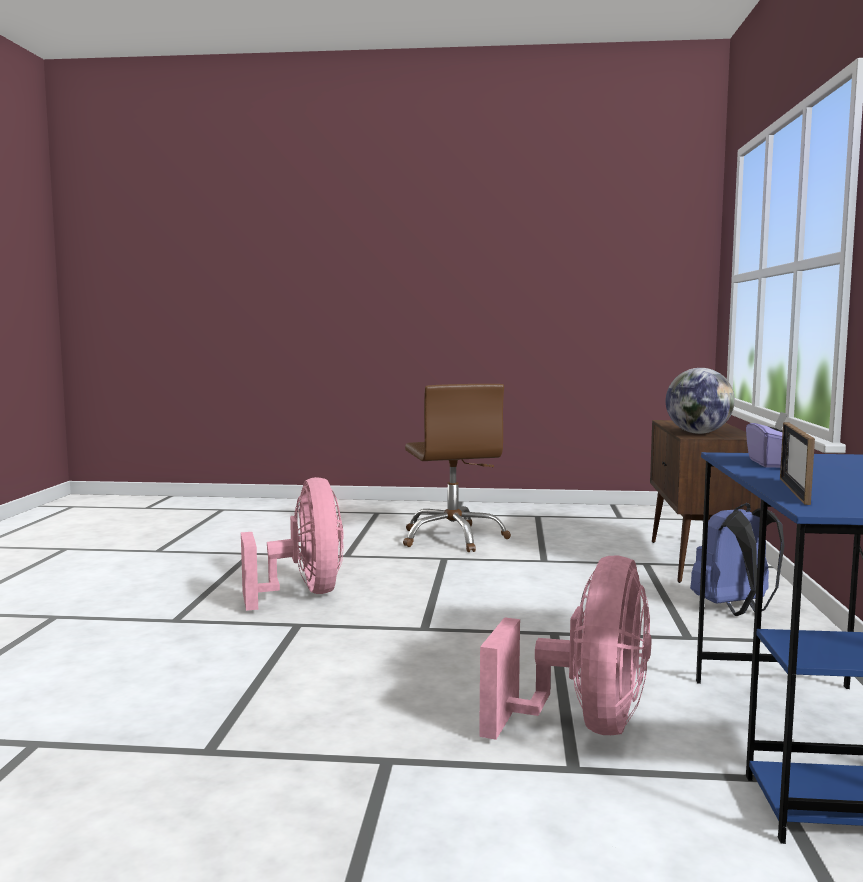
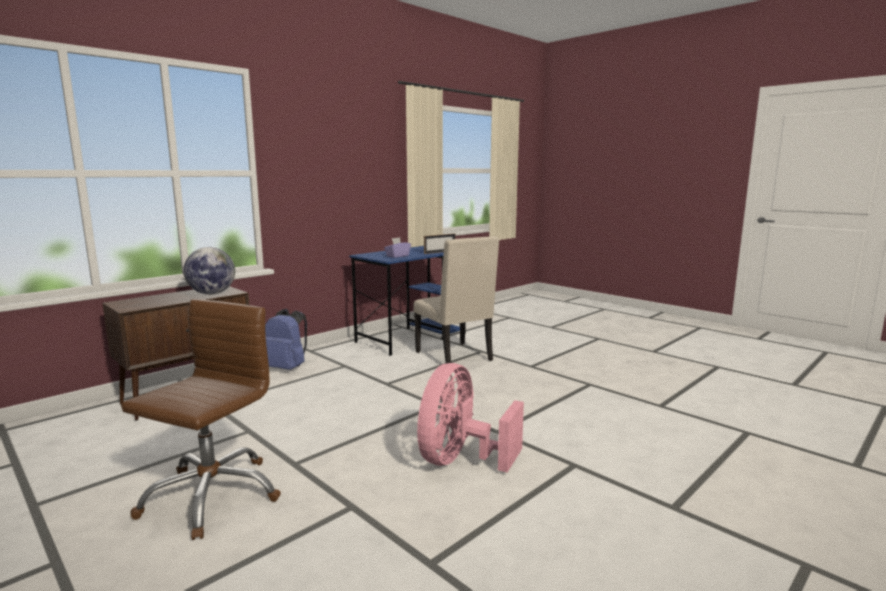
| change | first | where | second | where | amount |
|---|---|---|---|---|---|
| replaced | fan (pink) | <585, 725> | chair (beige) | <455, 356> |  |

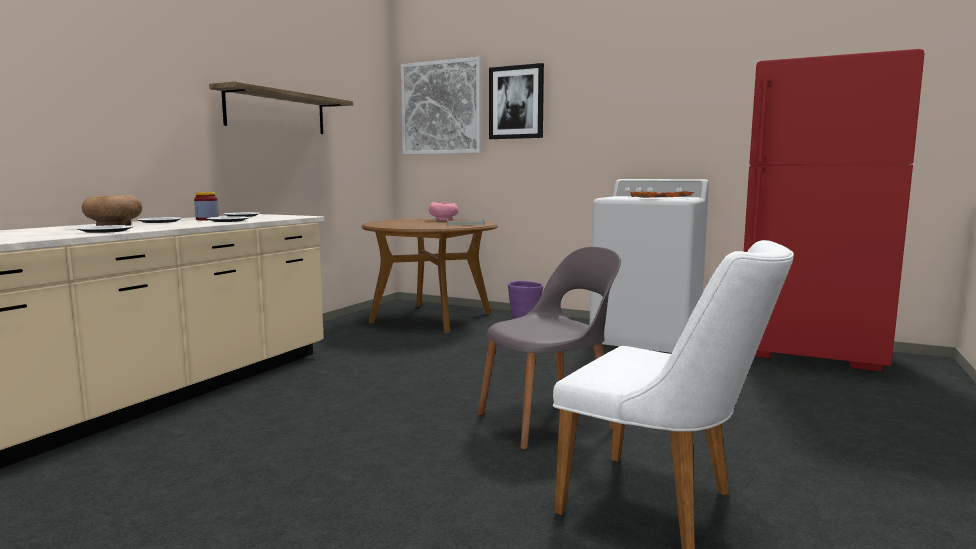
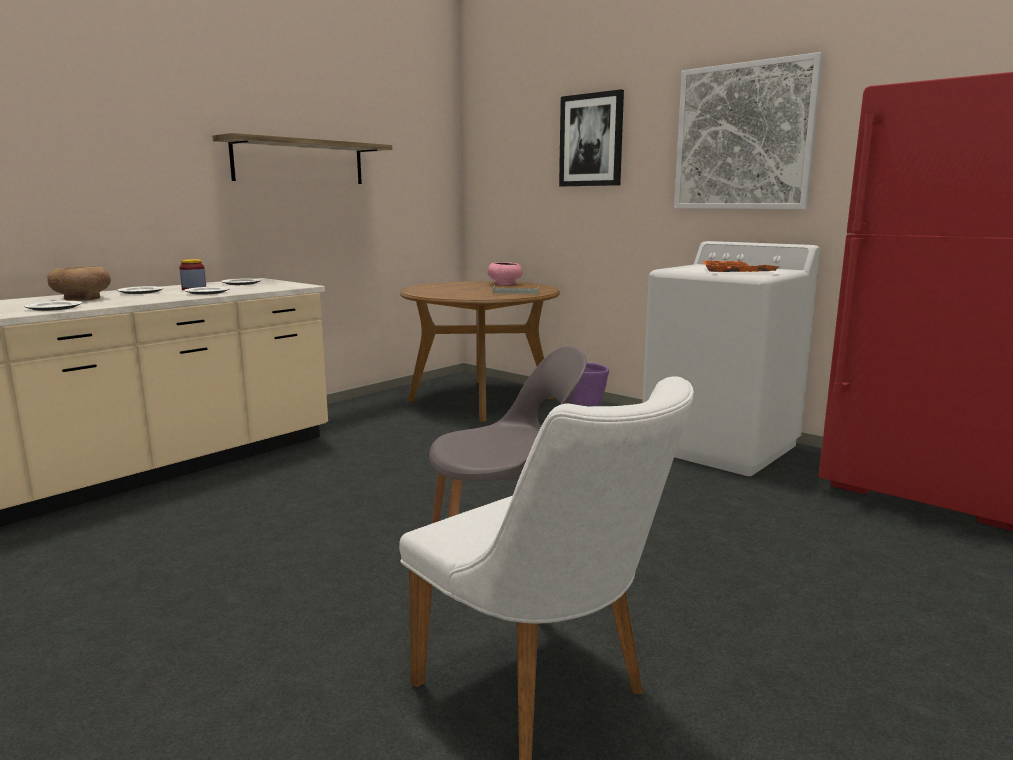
| change | first | where | second | where | amount |
|---|---|---|---|---|---|
| moved | picture | <441, 108> |  | <743, 137> |  |

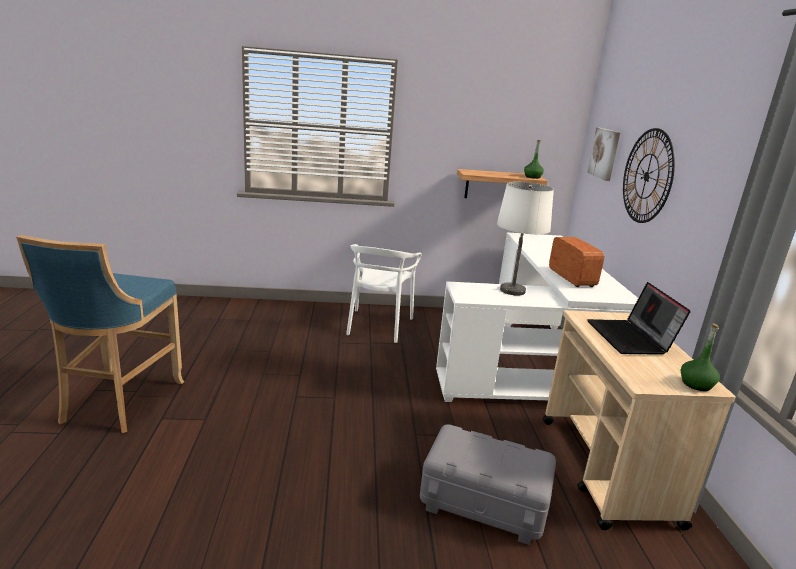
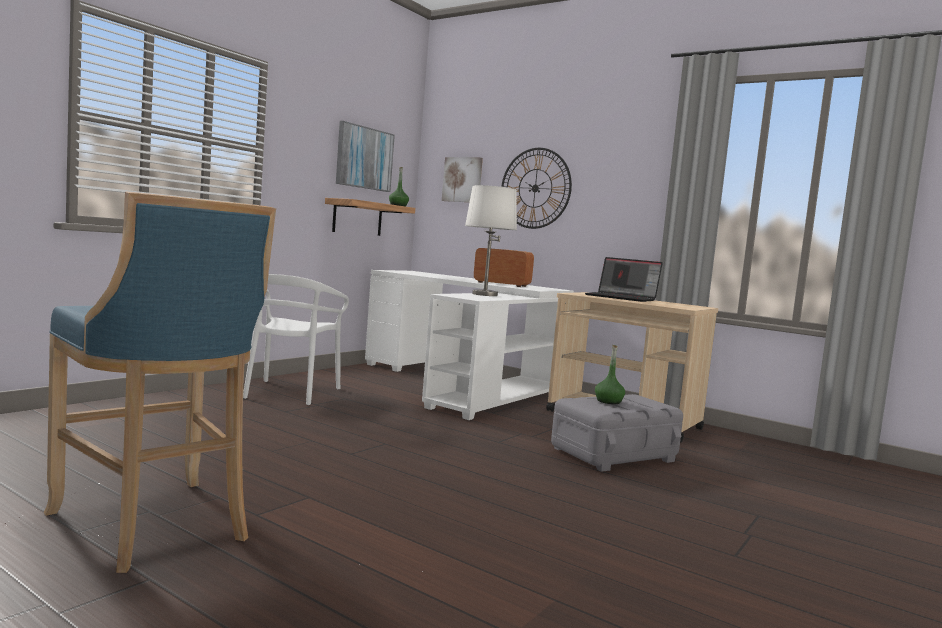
| change | first | where | second | where | amount |
|---|---|---|---|---|---|
| turned | chair (white) | <378, 325> |  | <290, 392> | 45 degrees clockwise |
| moved | bottle (green) | <696, 384> |  | <608, 401> |  |
| added |  |  | picture | <364, 158> |  |

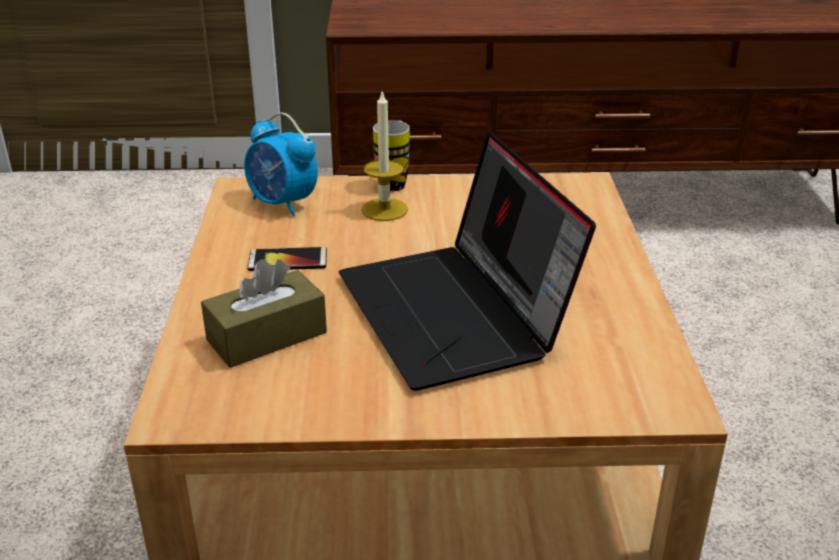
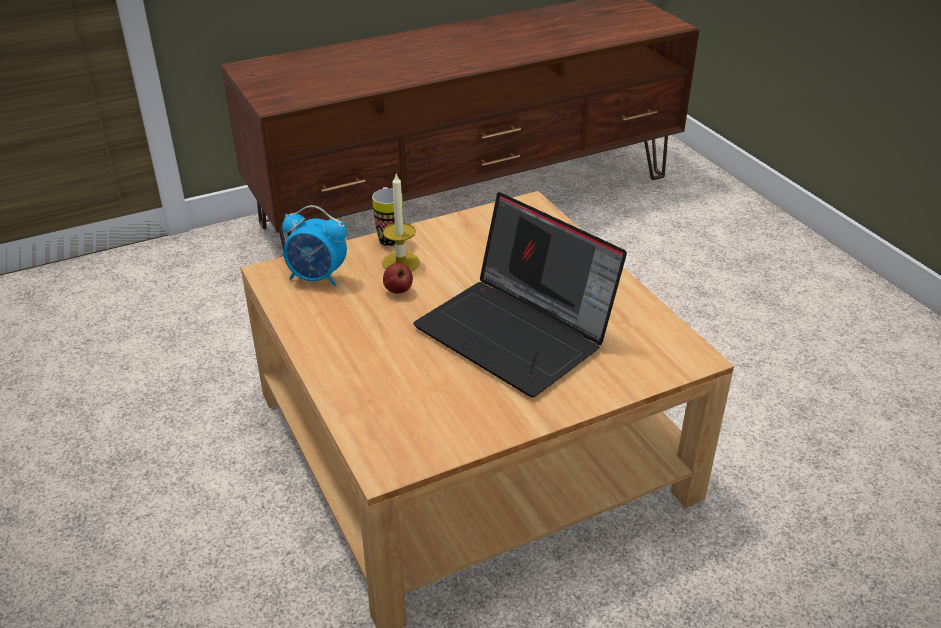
| change | first | where | second | where | amount |
|---|---|---|---|---|---|
| removed | tissue box (brown) | <267, 336> |  |  |  |
| removed | phone | <287, 260> |  |  |  |
| added |  |  | apple | <398, 290> |  |

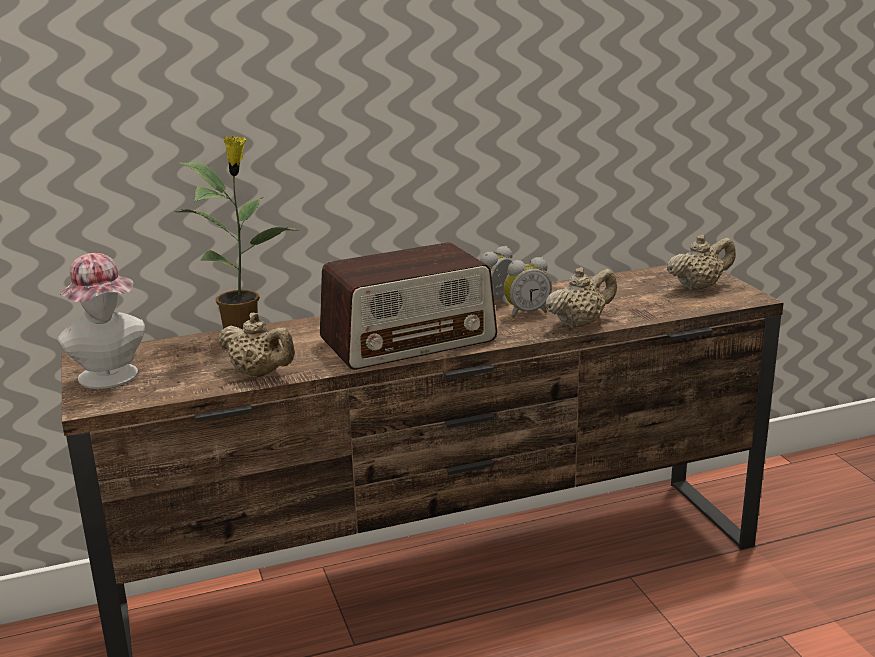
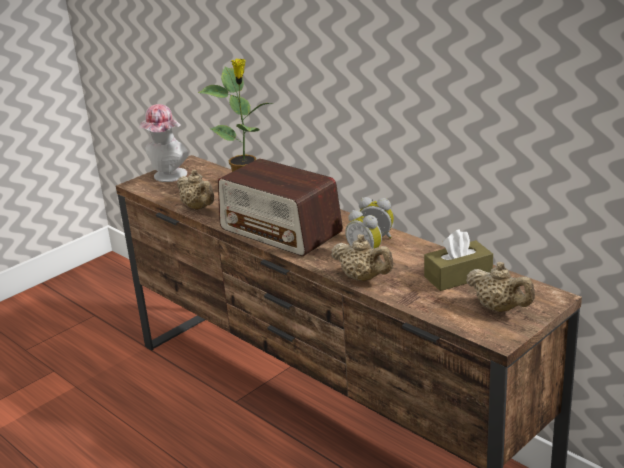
| change | first | where | second | where | amount |
|---|---|---|---|---|---|
| turned | teapot (beige) | <260, 374> |  | <199, 207> | 45 degrees counterclockwise |
| added |  |  | tissue box (brown) | <458, 276> |  |

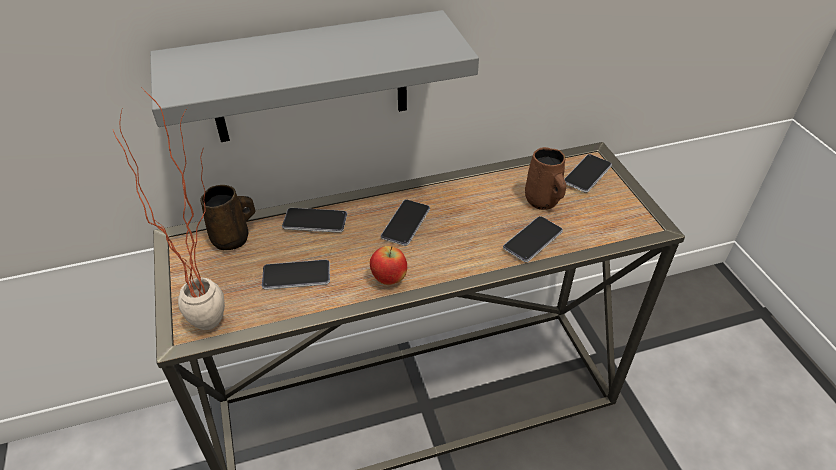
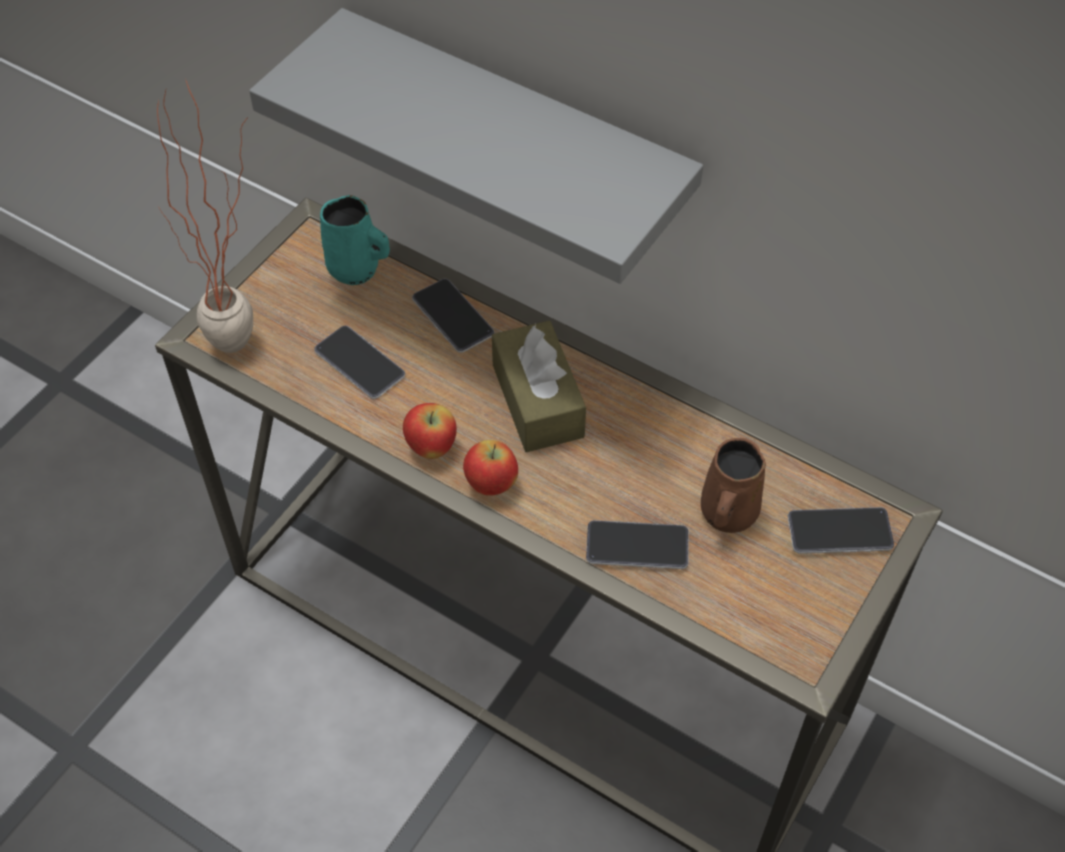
| change | first | where | second | where | amount |
|---|---|---|---|---|---|
| recoloured | mug (brown) | <233, 239> | mug (turquoise) | <356, 270> |  |
| replaced | phone | <405, 223> | tissue box (brown) | <537, 401> |  |
| added |  |  | apple | <491, 484> |  |

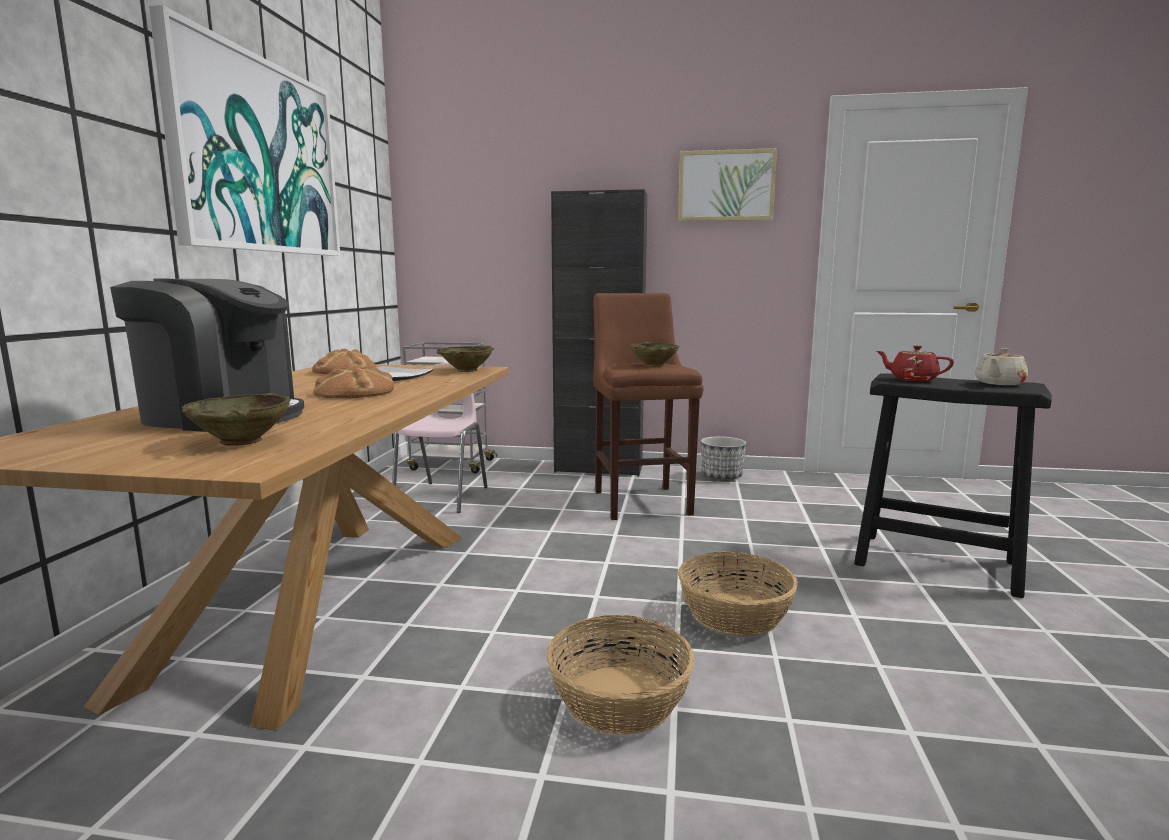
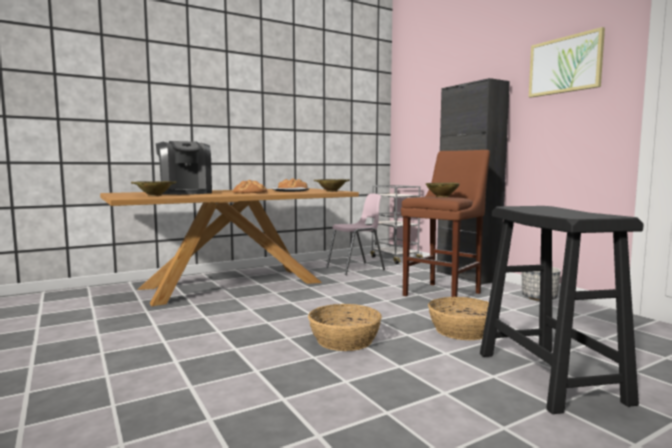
| change | first | where | second | where | amount |
|---|---|---|---|---|---|
| removed | picture | <258, 157> |  |  |  |
| moved | basket | <619, 699> |  | <462, 331> |  |
| removed | teapot (red) | <912, 379> |  |  |  |
| removed | teapot (beige) | <999, 383> |  |  |  |

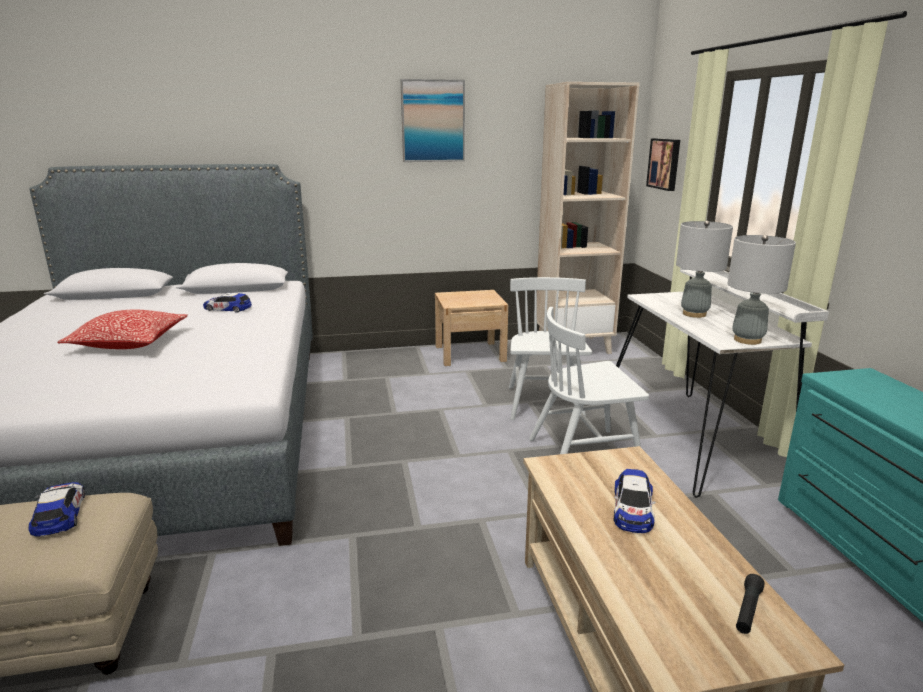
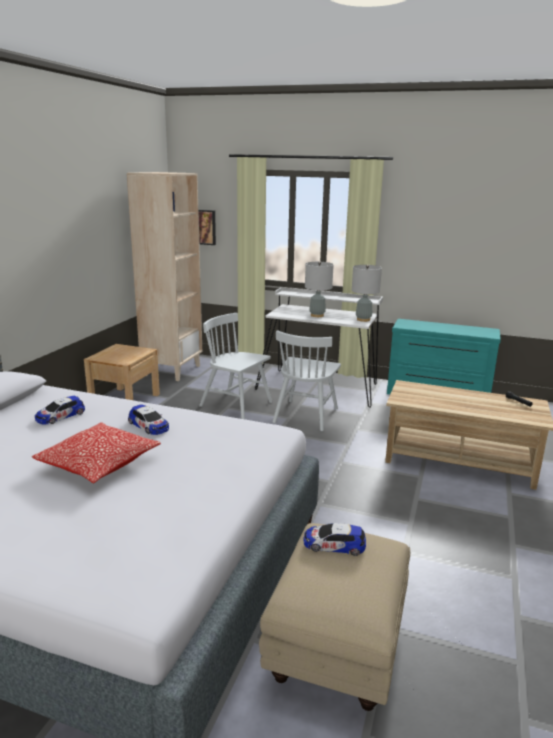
| change | first | where | second | where | amount |
|---|---|---|---|---|---|
| removed | picture | <433, 121> |  |  |  |
| moved | toy car | <632, 509> |  | <149, 425> |  |

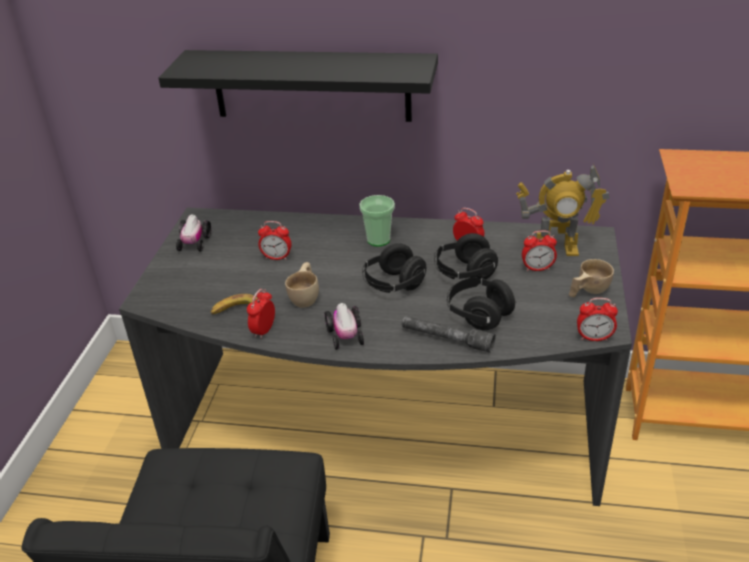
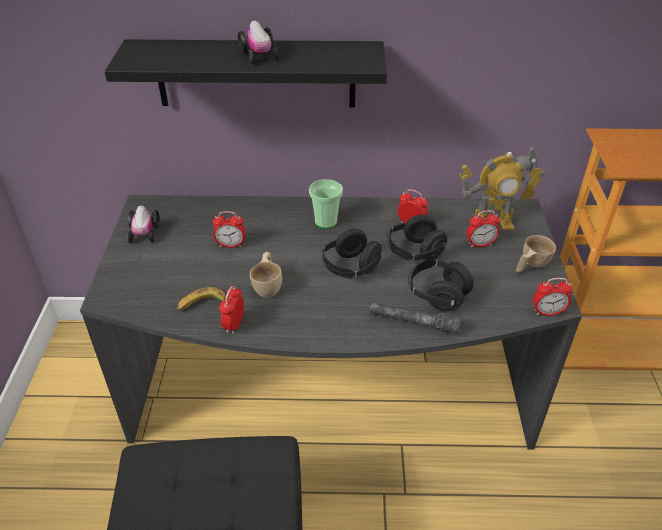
| change | first | where | second | where | amount |
|---|---|---|---|---|---|
| moved | toy car | <345, 335> |  | <259, 55> |  |

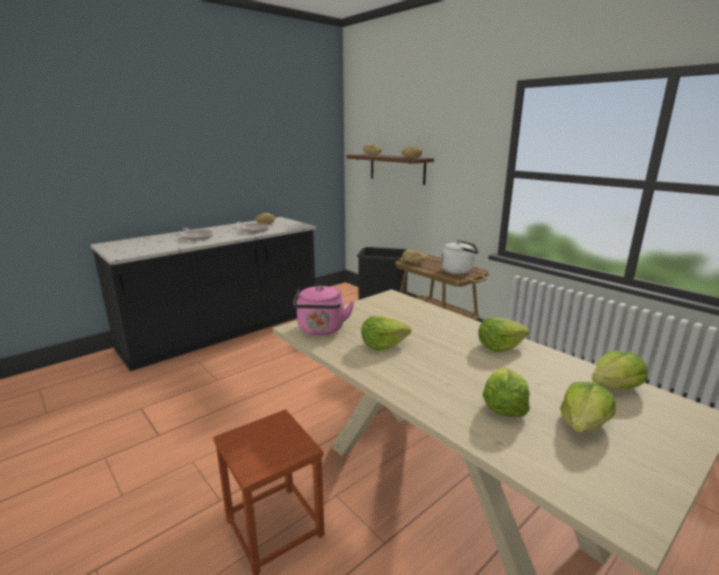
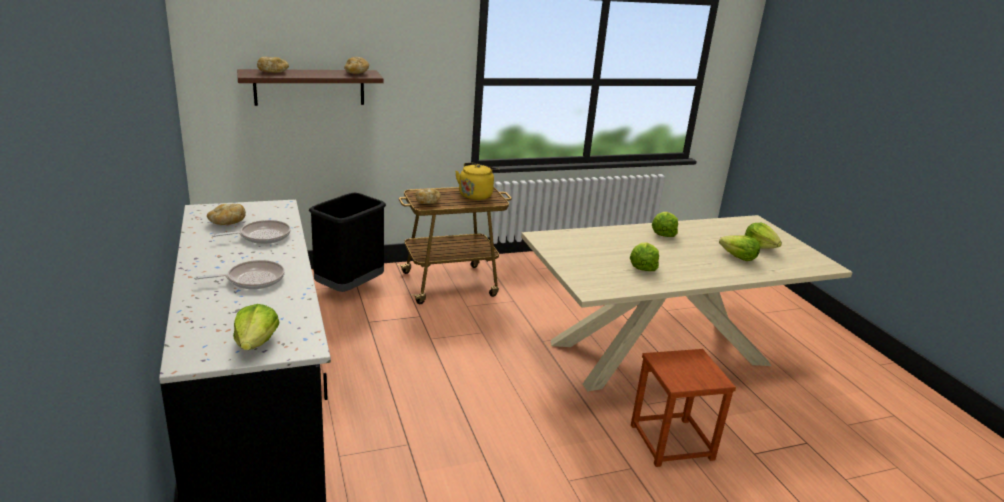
| change | first | where | second | where | amount |
|---|---|---|---|---|---|
| removed | kettle (pink) | <321, 330> |  |  |  |
| recoloured | kettle (white) | <459, 271> | kettle (yellow) | <476, 195> |  |
| moved | lettuce | <615, 386> |  | <256, 342> |  |

